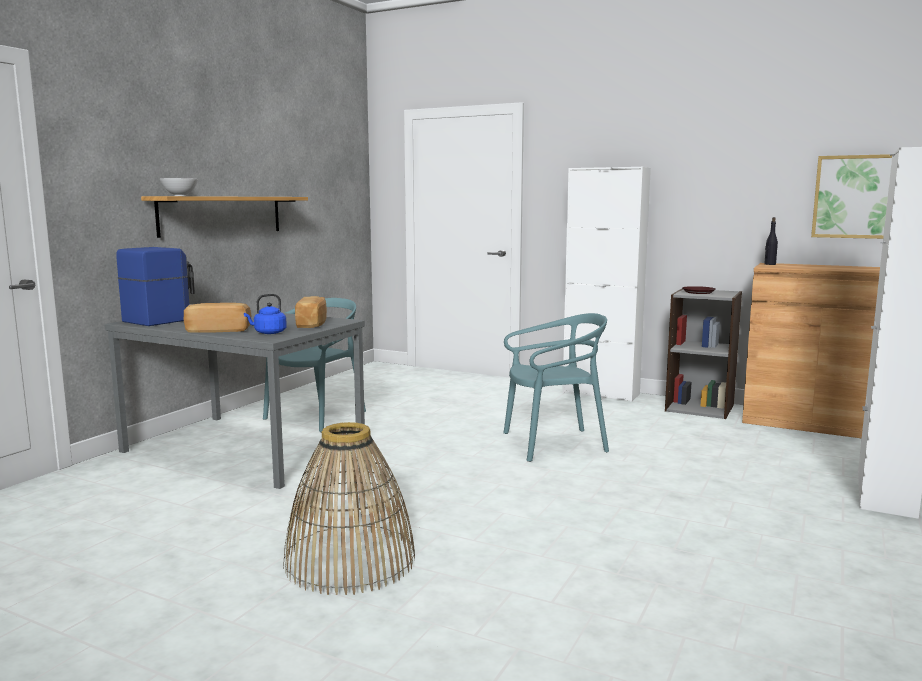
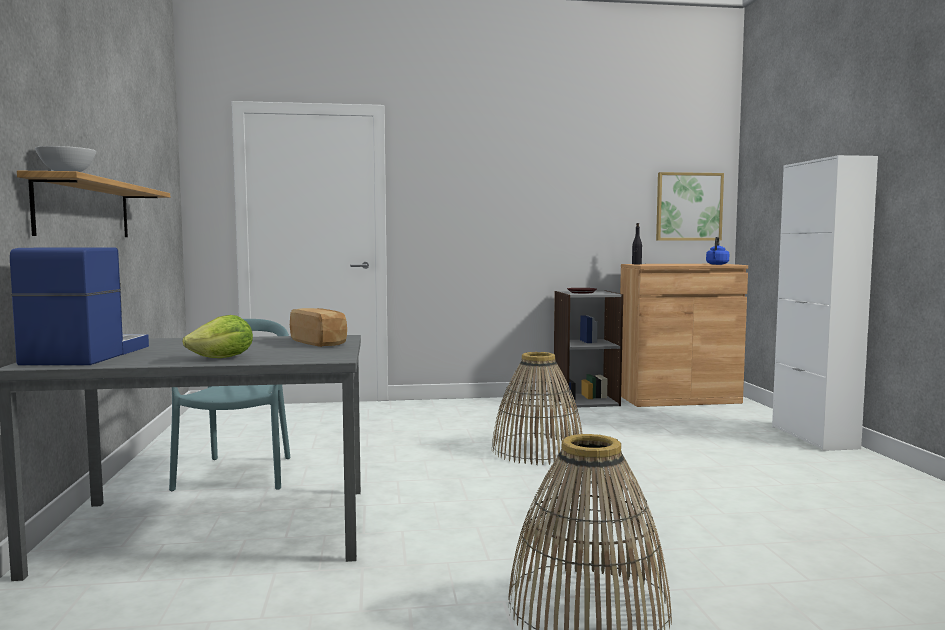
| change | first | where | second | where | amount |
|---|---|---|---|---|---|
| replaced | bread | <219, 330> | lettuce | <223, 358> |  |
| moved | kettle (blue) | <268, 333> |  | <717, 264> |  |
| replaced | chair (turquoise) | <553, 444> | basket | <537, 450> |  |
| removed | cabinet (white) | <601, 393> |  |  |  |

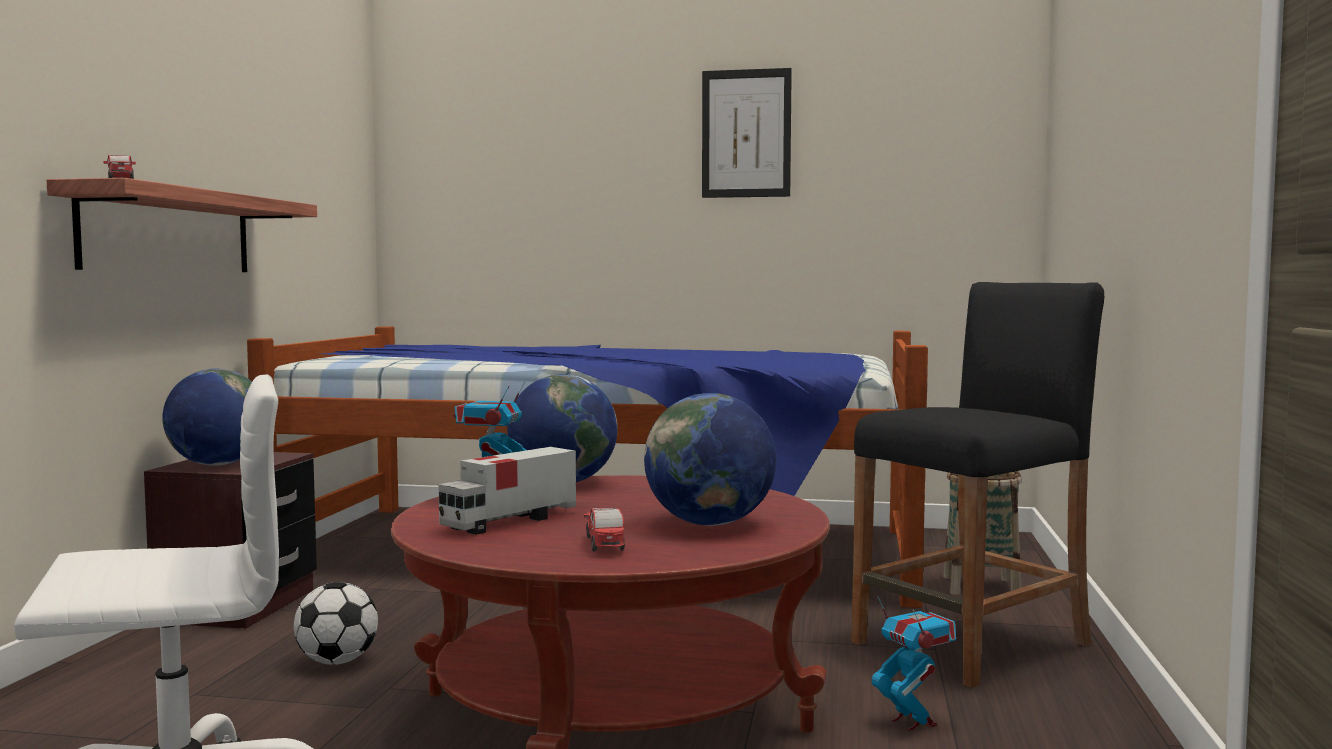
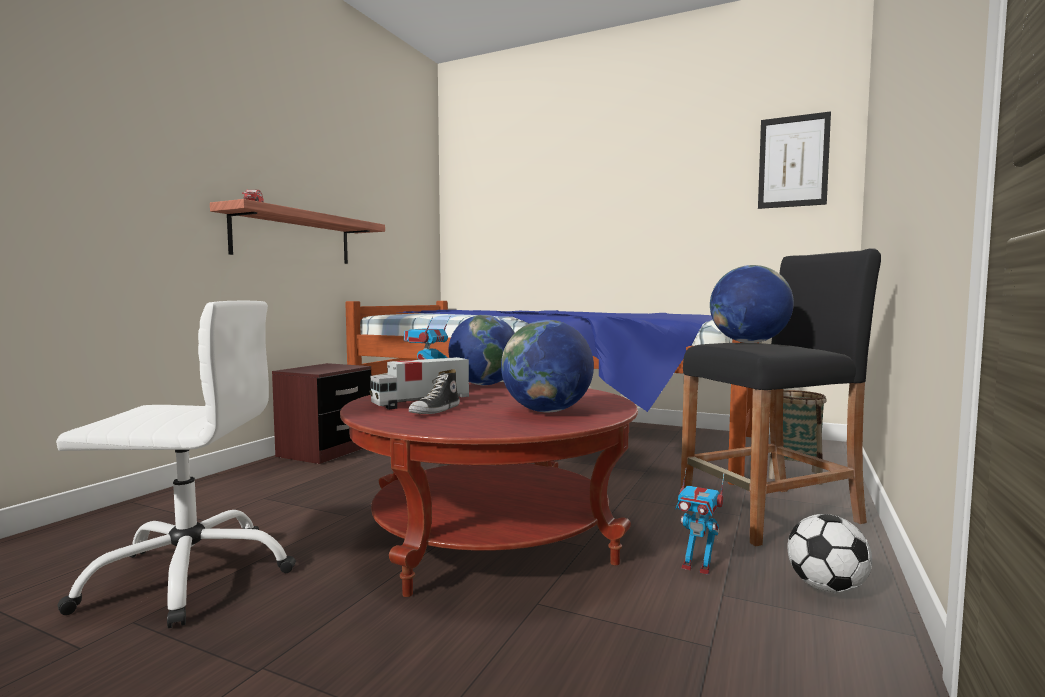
| change | first | where | second | where | amount |
|---|---|---|---|---|---|
| moved | globe | <217, 464> |  | <749, 342> |  |
| moved | football | <337, 662> |  | <826, 588> |  |
| removed | toy car | <604, 545> |  |  |  |
| moved | picture | <746, 133> |  | <793, 161> |  |
| turned | toy robot | <913, 722> |  | <697, 566> | 135 degrees clockwise |
| added |  |  | shoe | <435, 411> |  |

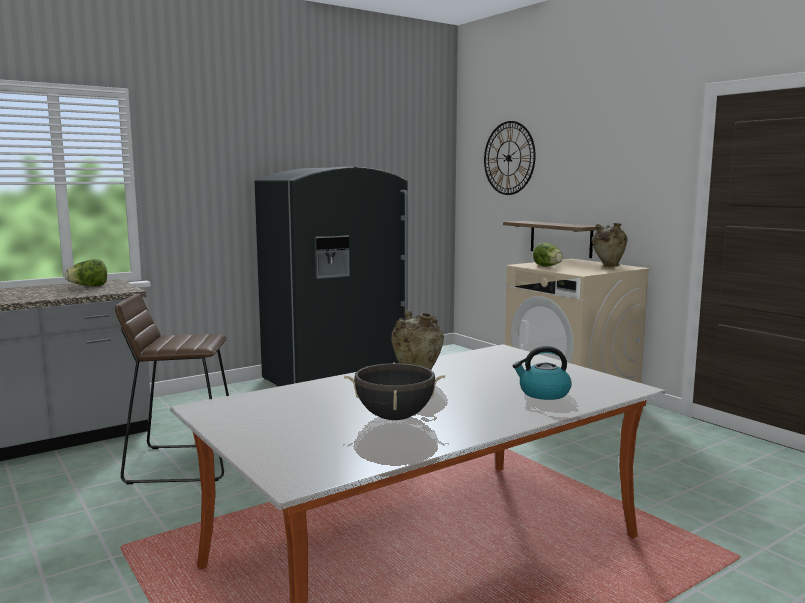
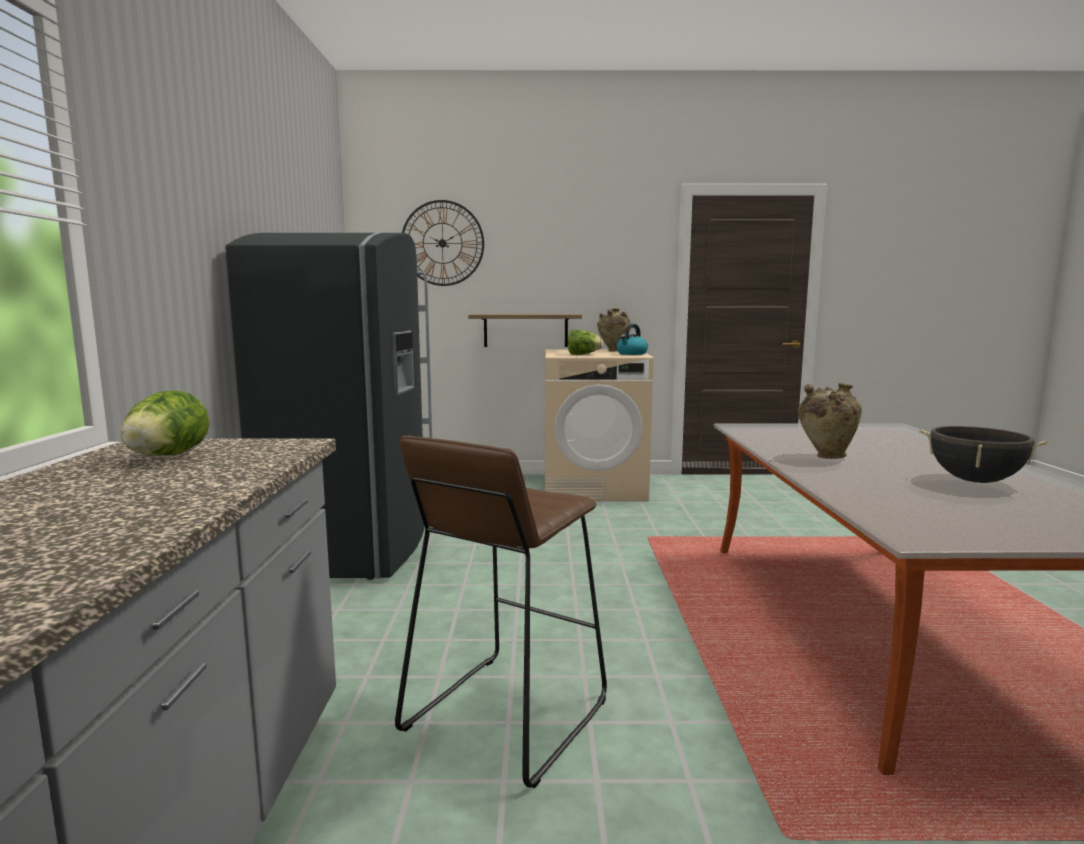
| change | first | where | second | where | amount |
|---|---|---|---|---|---|
| moved | kettle | <543, 393> |  | <631, 354> |  |

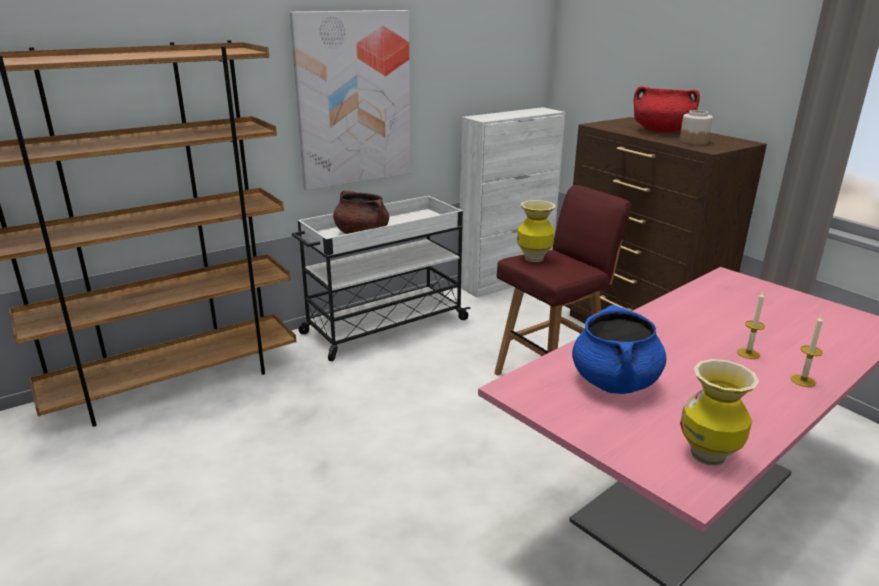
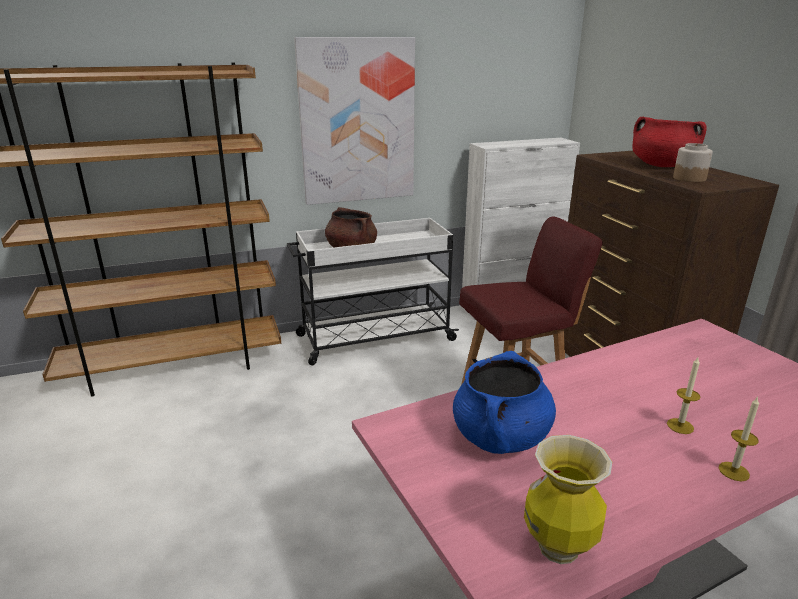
| change | first | where | second | where | amount |
|---|---|---|---|---|---|
| removed | vase | <534, 258> |  |  |  |

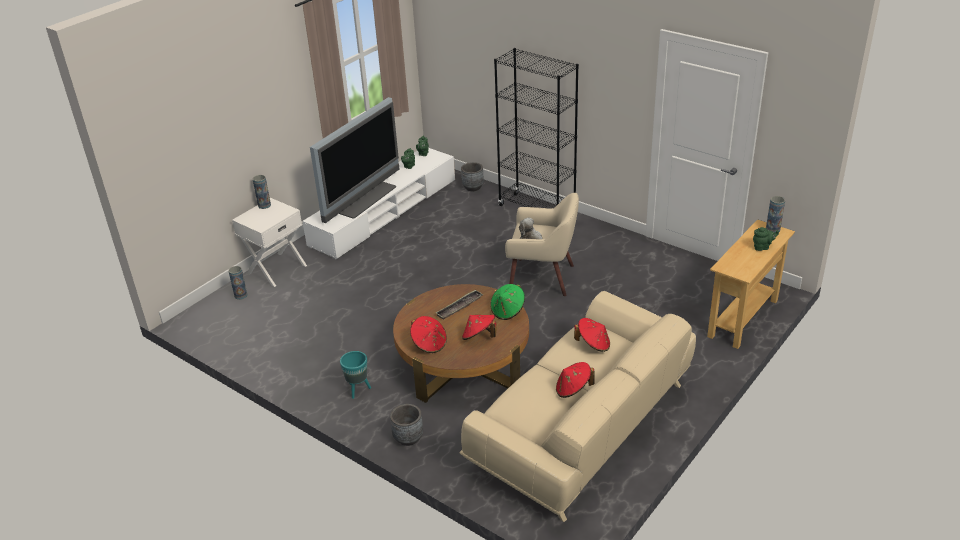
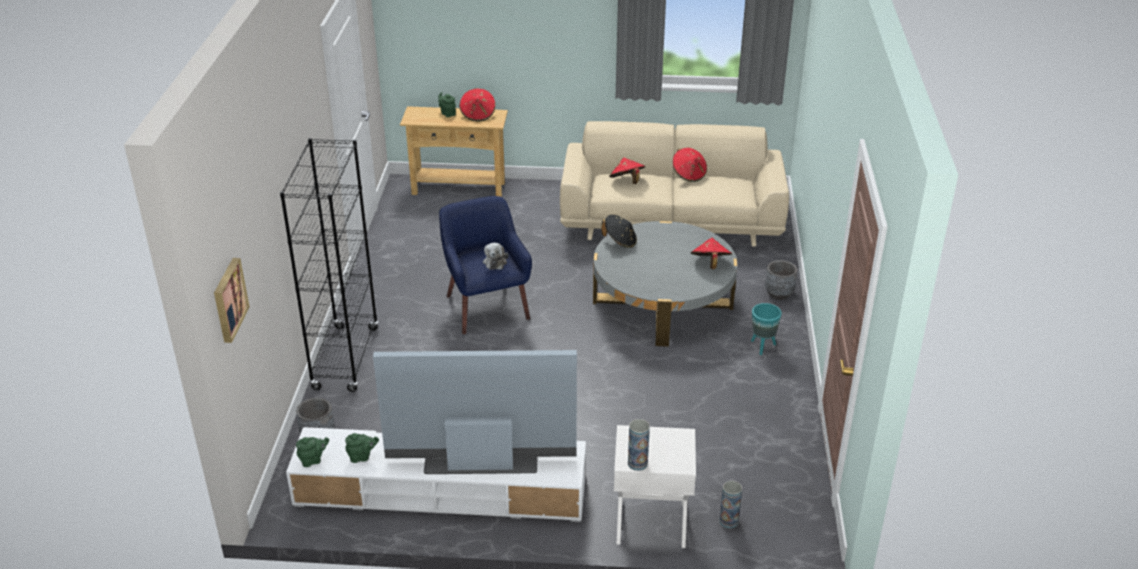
| change | first | where | second | where | amount |
|---|---|---|---|---|---|
| recoloured | coffee table (brown) | <463, 363> | coffee table (grey) | <662, 303> |  |
| removed | tray | <459, 307> |  |  |  |
| moved | hat (red) | <479, 337> |  | <478, 115> |  |
| recoloured | hat (green) | <508, 311> | hat (black) | <620, 241> |  |
| recoloured | armchair (beige) | <542, 277> | armchair (blue) | <486, 306> |  |
| removed | vase | <772, 229> |  |  |  |
| added |  |  | picture | <228, 299> |  |

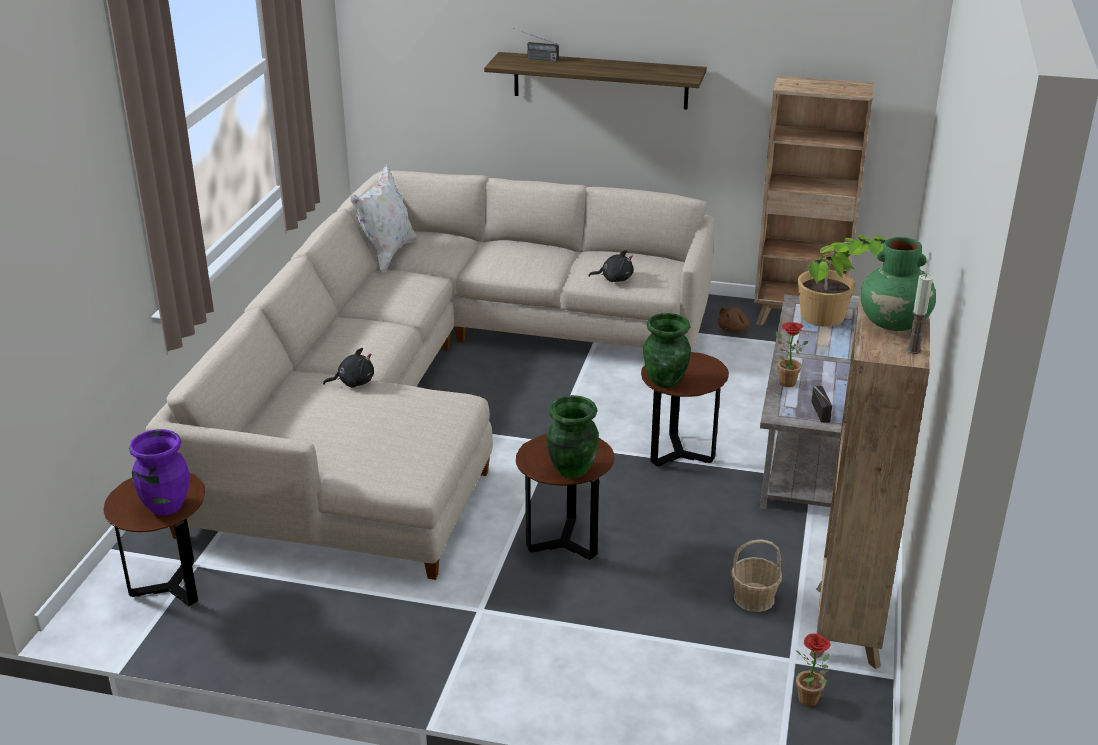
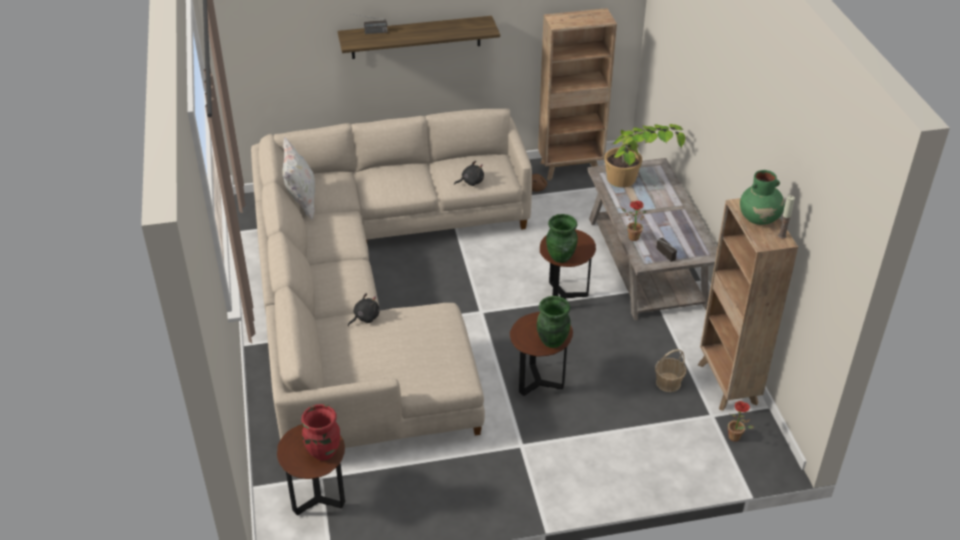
| change | first | where | second | where | amount |
|---|---|---|---|---|---|
| recoloured | vase (purple) | <165, 506> | vase (red) | <323, 452> |  |

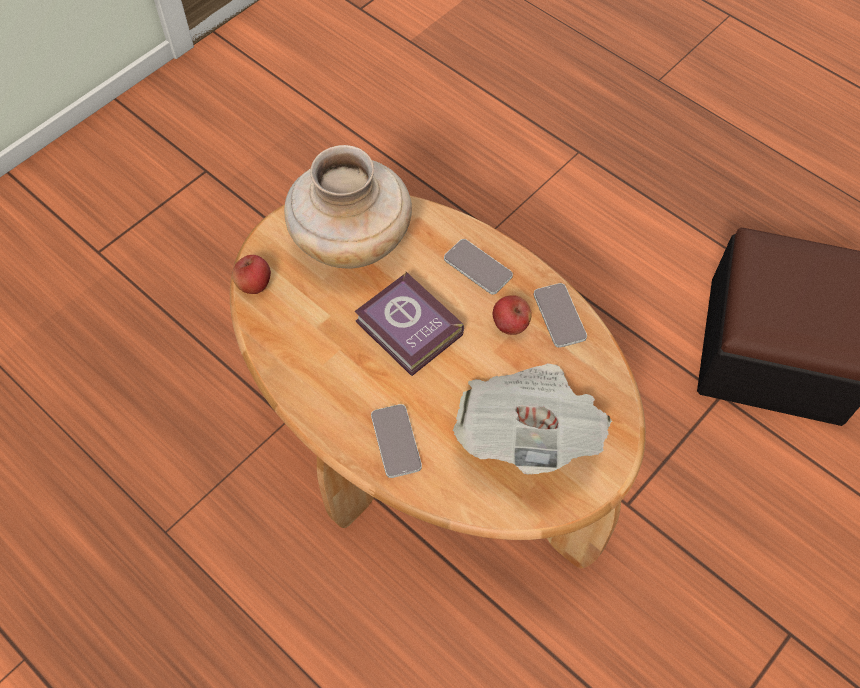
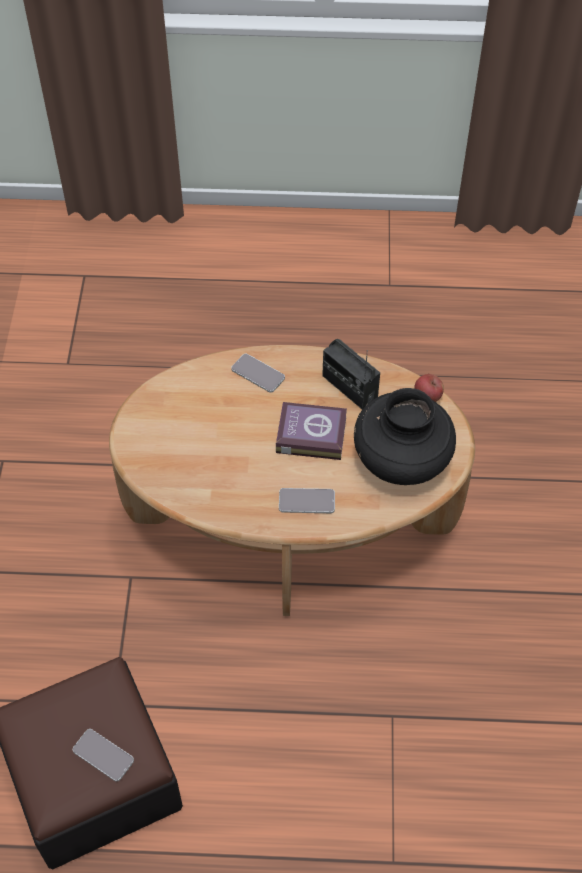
| change | first | where | second | where | amount |
|---|---|---|---|---|---|
| recoloured | vase (beige) | <351, 241> | vase (black) | <402, 462> |  |
| removed | newspaper | <528, 432> |  |  |  |
| removed | apple | <510, 324> |  |  |  |
| moved | phone | <559, 316> |  | <103, 755> |  |
| added |  |  | radio | <349, 387> |  |

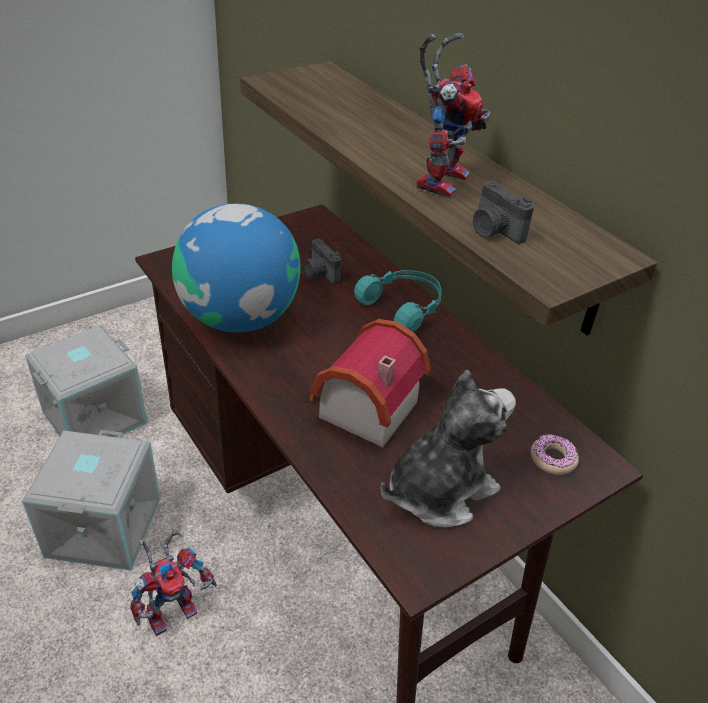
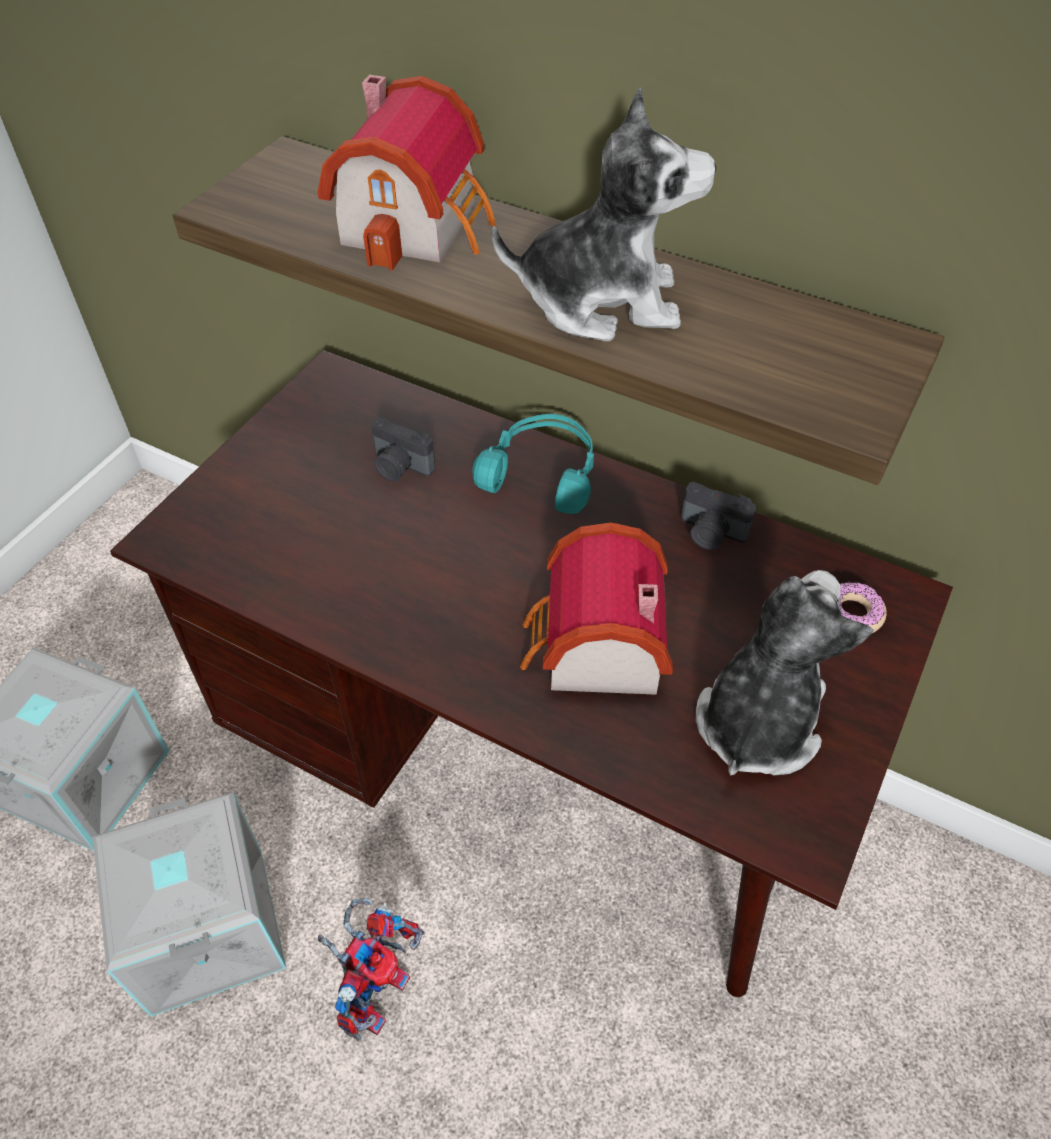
| change | first | where | second | where | amount |
|---|---|---|---|---|---|
| removed | globe | <240, 317> |  |  |  |
| replaced | toy robot | <440, 178> | plush toy | <602, 301> |  |
| moved | photo camera | <494, 230> |  | <710, 533> |  |
| added |  |  | toy house | <419, 224> |  |

